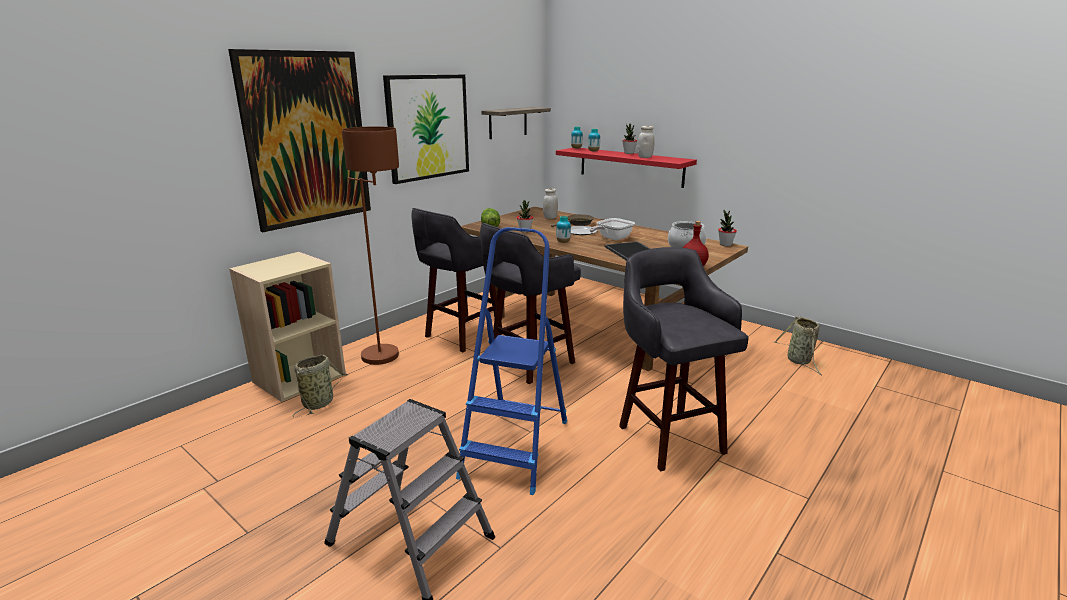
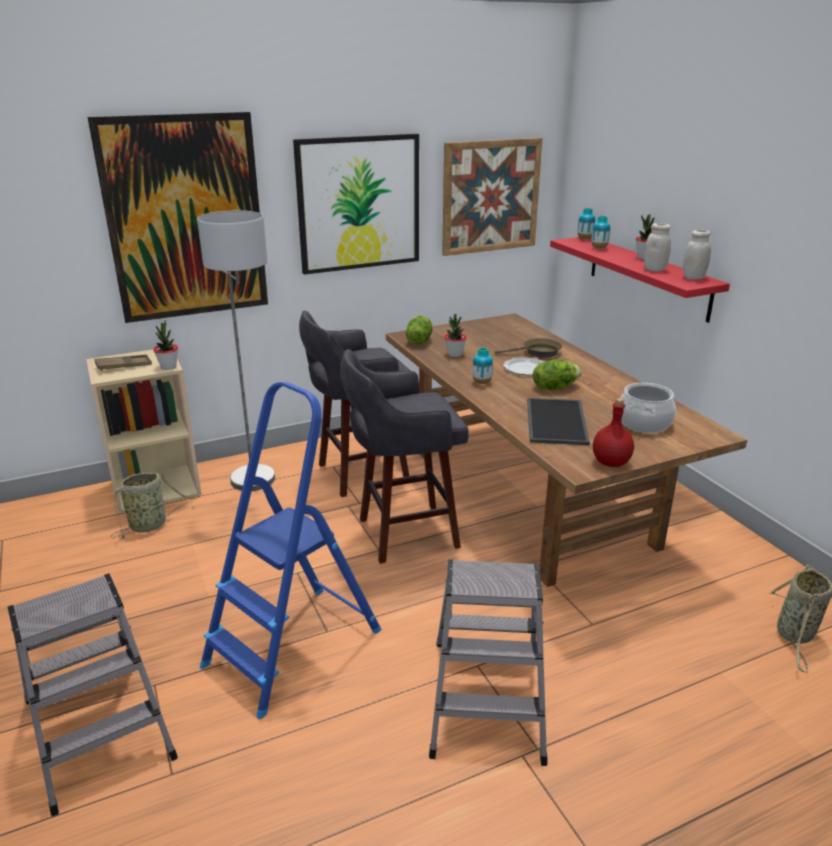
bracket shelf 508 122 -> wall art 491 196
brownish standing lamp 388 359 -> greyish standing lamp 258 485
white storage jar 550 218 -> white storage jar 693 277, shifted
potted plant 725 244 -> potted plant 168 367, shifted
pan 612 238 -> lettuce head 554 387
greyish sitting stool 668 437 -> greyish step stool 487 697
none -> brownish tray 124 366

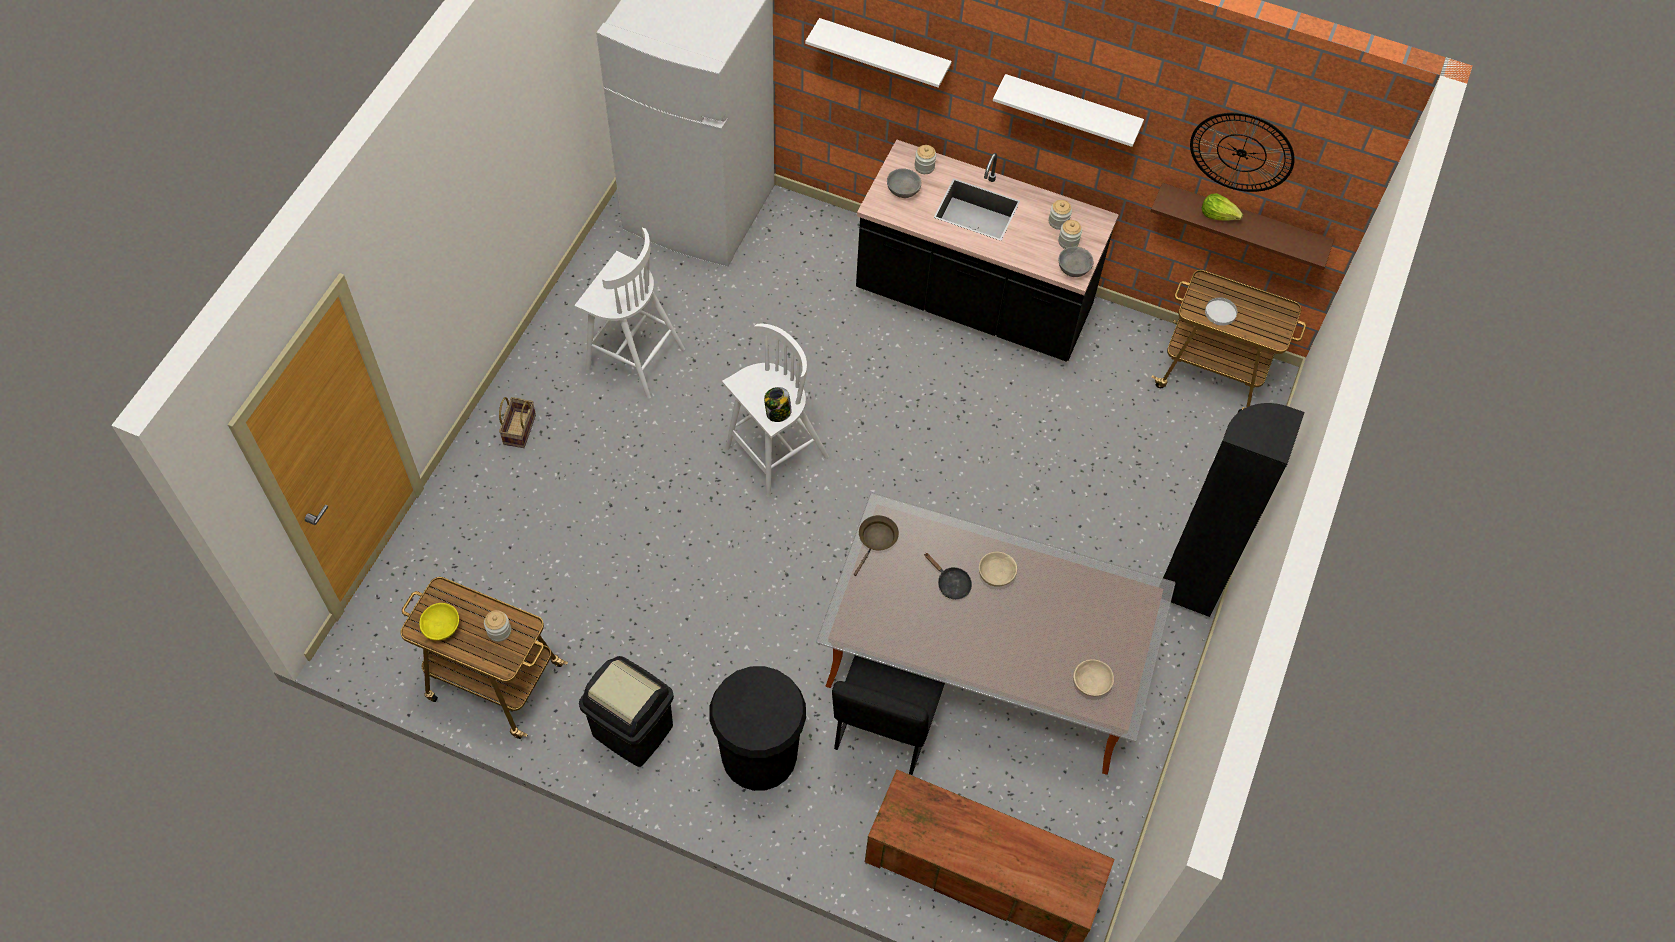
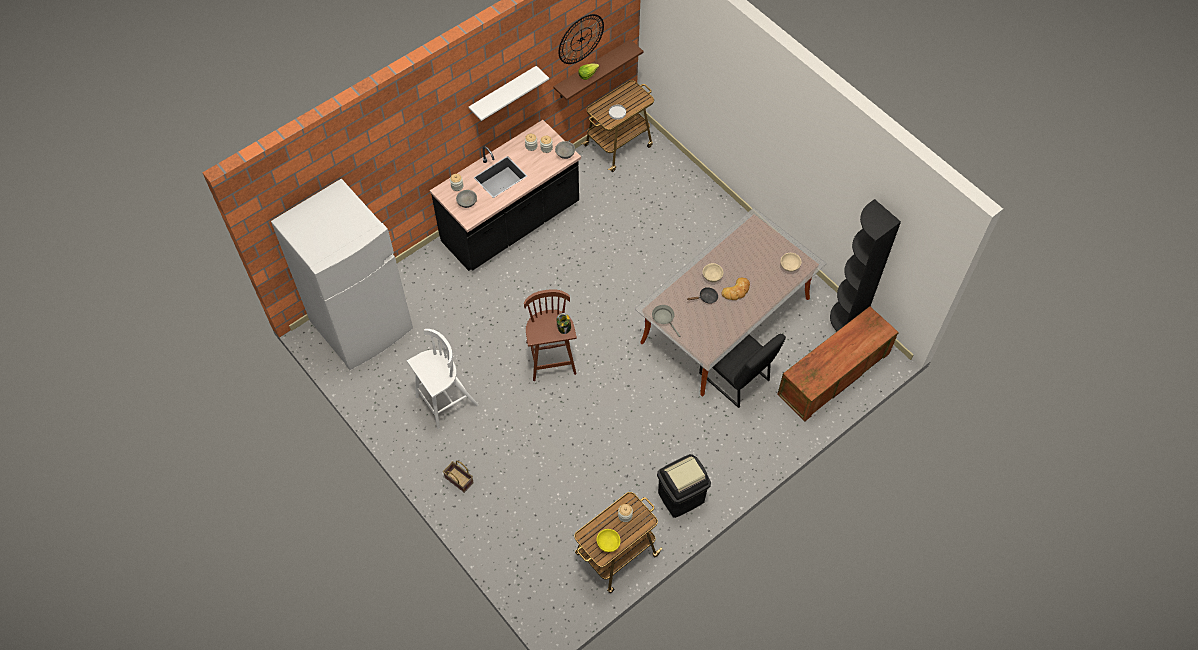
white bracket shelf 884 53 -> none
white sitting stool 774 454 -> brownish sitting stool 551 359
black-coloured shelving unit 1190 589 -> black-coloured shelving unit 843 320, shifted
brownish pan 876 540 -> greyish pan 664 318
black-coloured rubbish bin 759 754 -> none
none -> baked bread 737 291

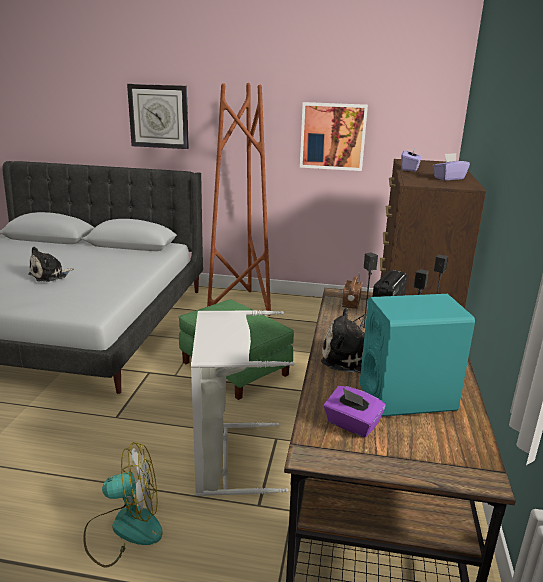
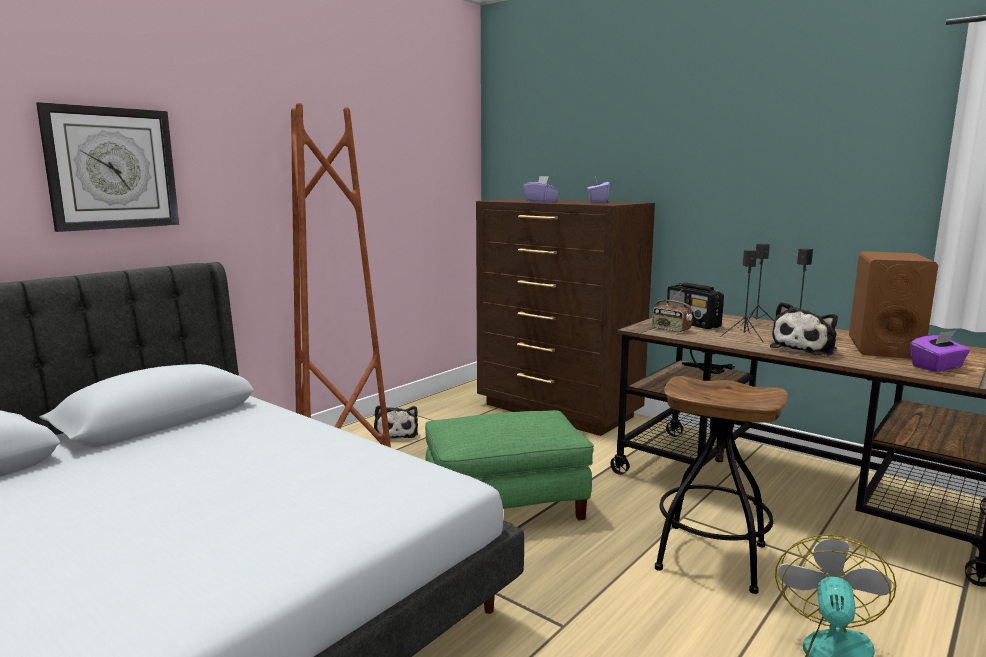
wall art 332 136 -> none
soft toy 50 275 -> soft toy 395 433, shifted
turquoise-coloured loudspeaker 407 398 -> brownish loudspeaker 883 348
greyish hamper 227 458 -> brownish sitting stool 710 556

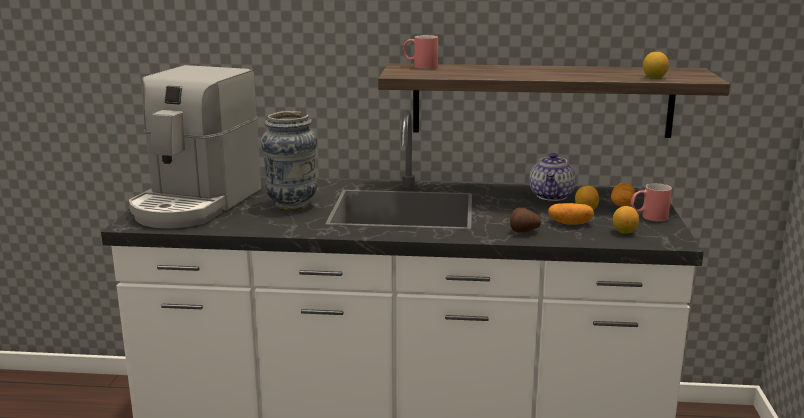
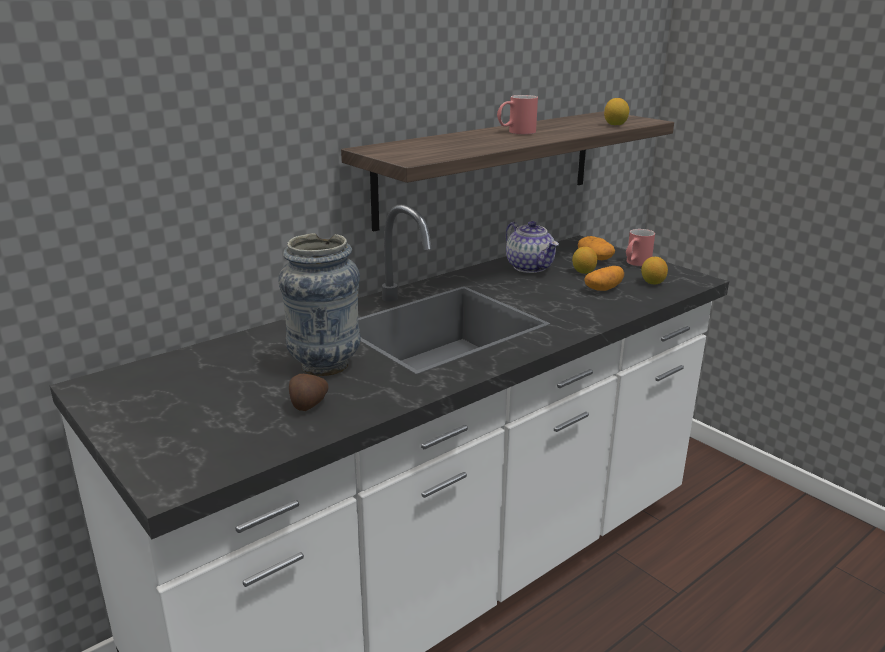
reddish mug 420 66 -> reddish mug 516 132, shifted
coffee machine 195 204 -> none
potato 523 231 -> potato 308 405, shifted

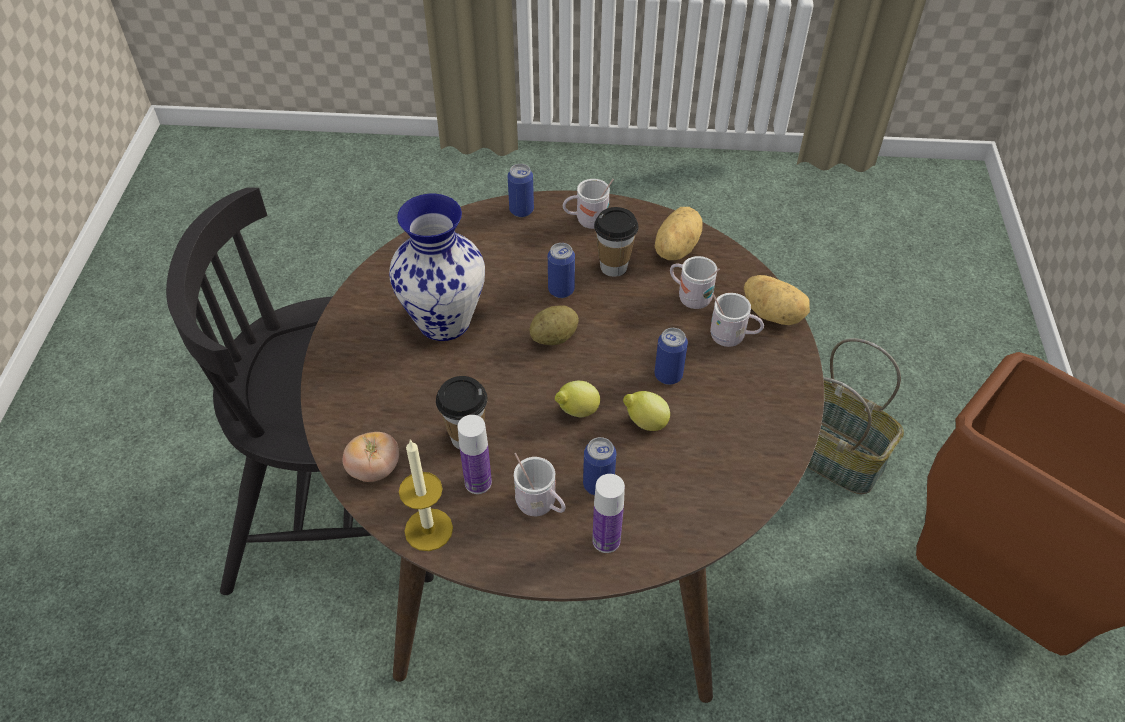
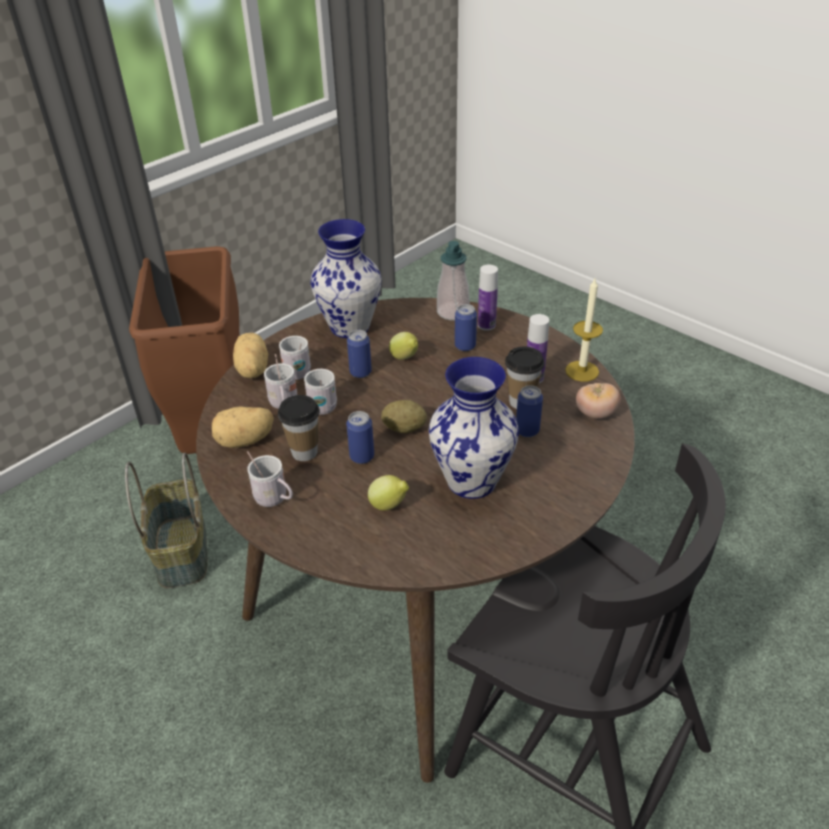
can 521 210 -> can 527 430, shifted
lemon 576 412 -> lemon 389 505, shifted
white mug 540 506 -> white mug 322 405, shifted
none -> flower vase 350 327
none -> liquid soap bottle 453 312

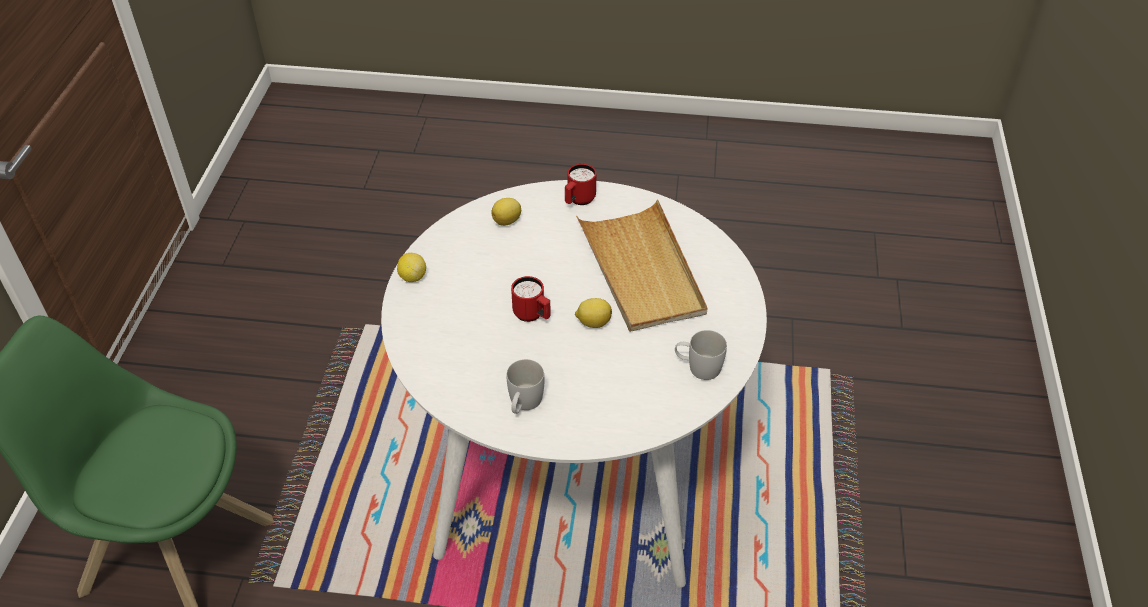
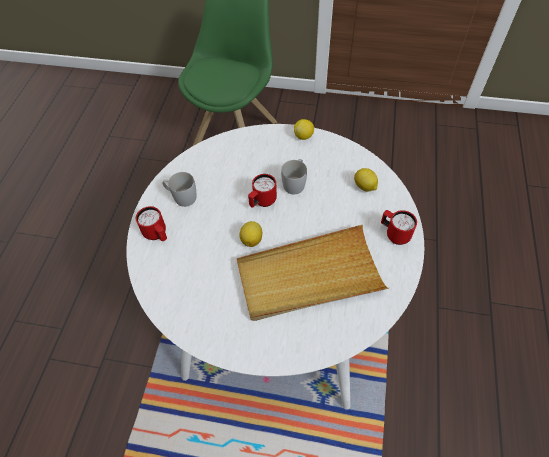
white mug 698 367 -> white mug 295 183, shifted
none -> reddish mug 157 235

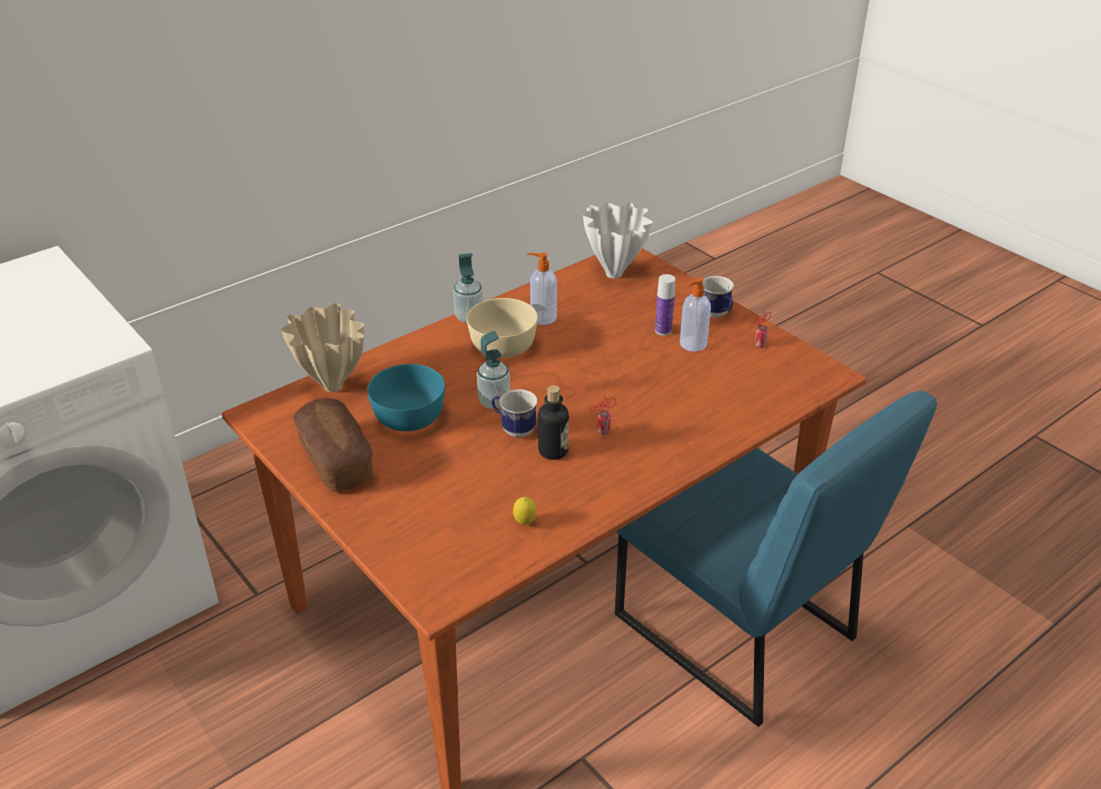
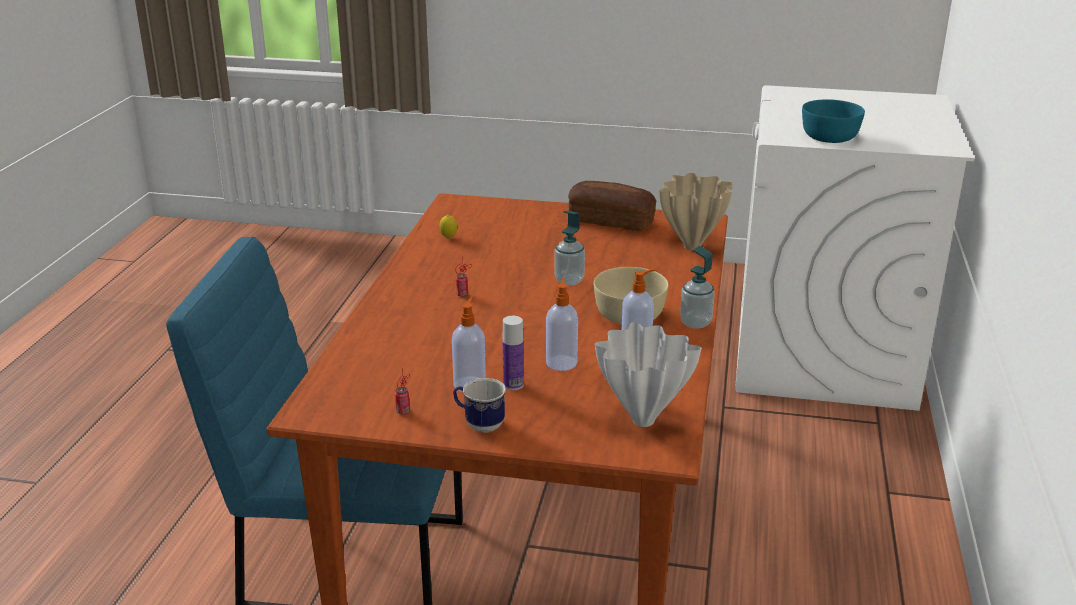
turquoise-coloured bowl 410 416 -> turquoise-coloured bowl 829 137, shifted
drink bottle 553 451 -> none
mug 514 429 -> none
none -> liquid soap bottle 561 362

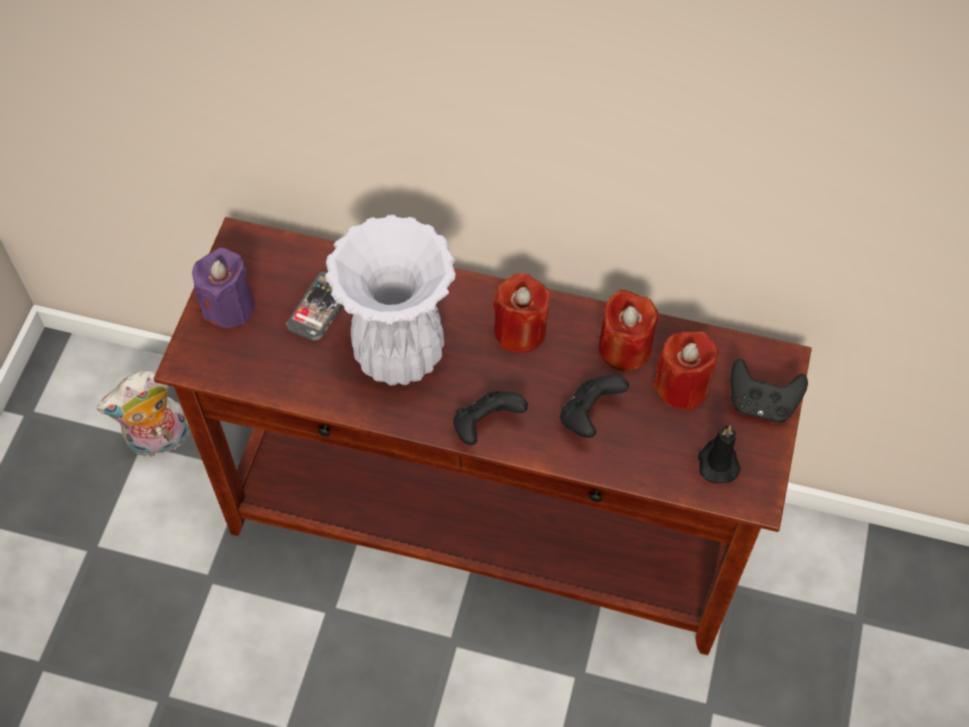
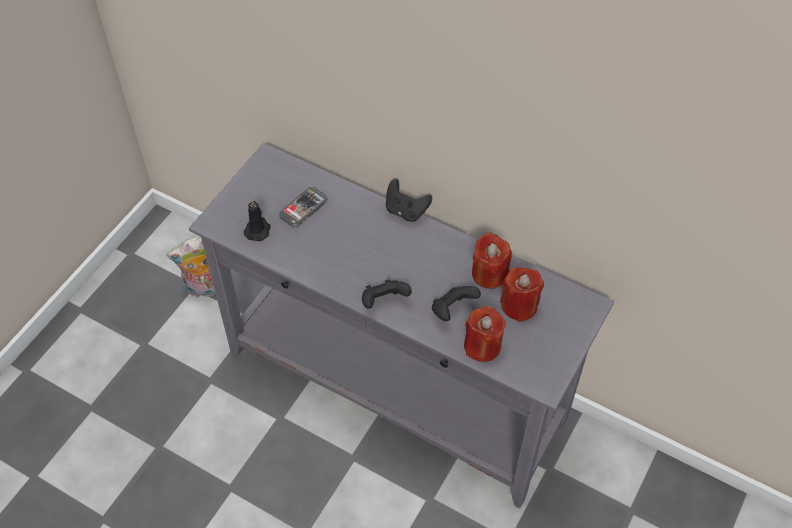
white flower vase 398 356 -> none
brownish console table 487 521 -> greyish console table 398 387
purple candle 229 306 -> none
reddish candle 520 330 -> reddish candle 482 346, shifted
black-coloured game controller 761 403 -> black-coloured game controller 406 211, shifted
black-coloured candle 717 462 -> black-coloured candle 258 229, shifted

